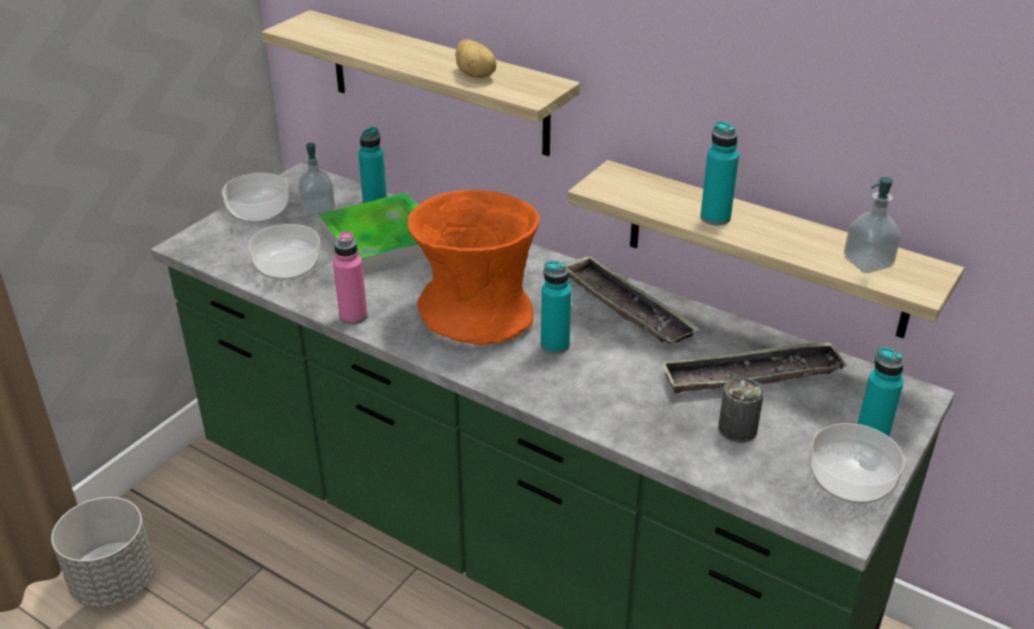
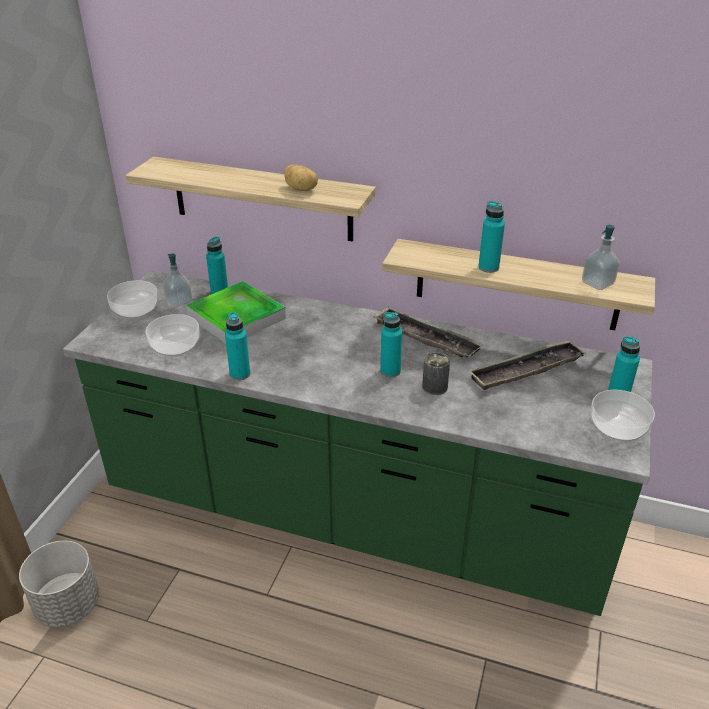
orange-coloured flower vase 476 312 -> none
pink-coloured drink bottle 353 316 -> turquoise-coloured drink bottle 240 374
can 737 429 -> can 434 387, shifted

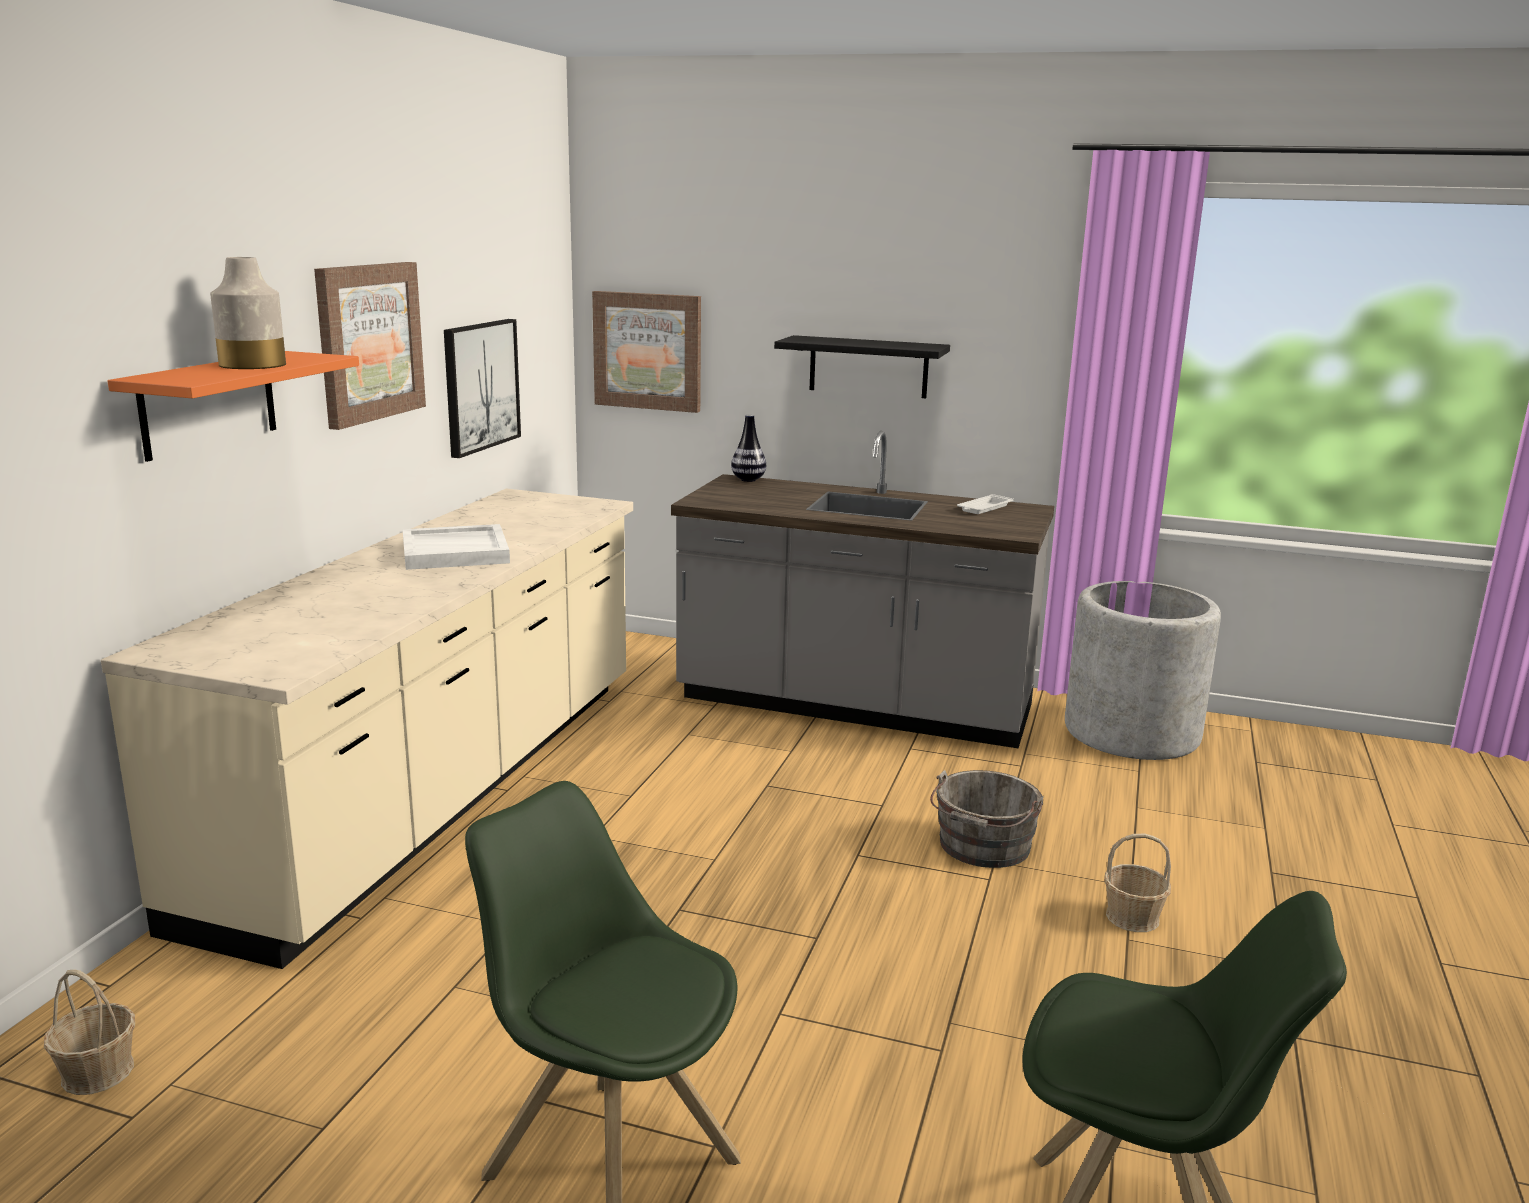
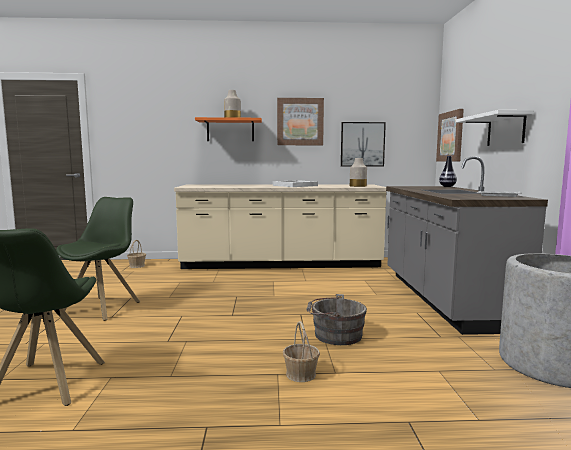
black-coloured bracket shelf 868 367 -> white bracket shelf 505 129
none -> sand-coloured flower vase 358 186

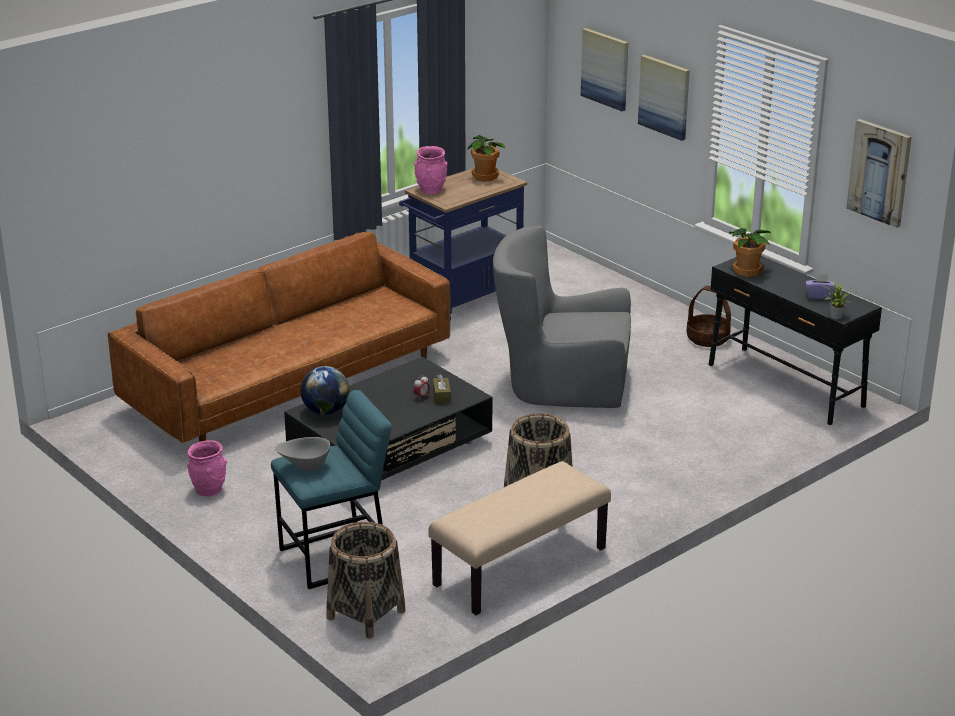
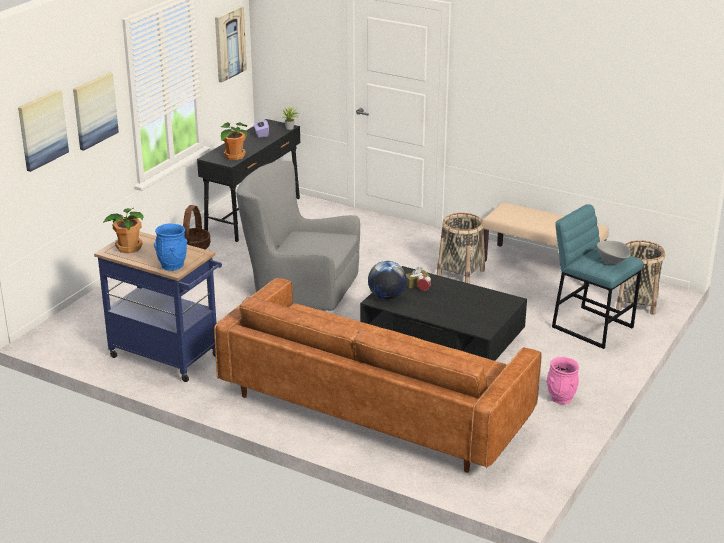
pink-coloured flower vase 430 190 -> blue-coloured flower vase 172 266
greyish armchair 562 385 -> greyish armchair 300 289, 120 degrees clockwise
world globe 325 411 -> world globe 387 297, shifted

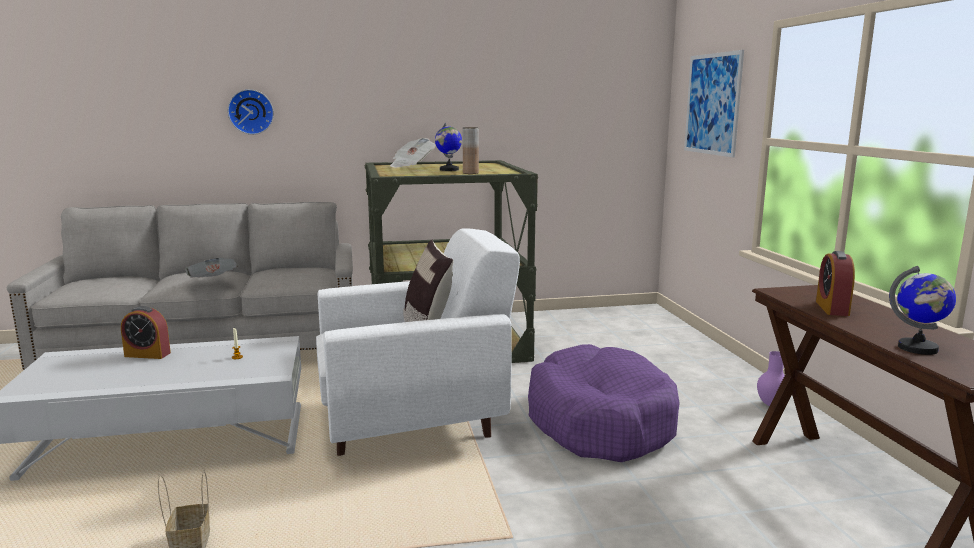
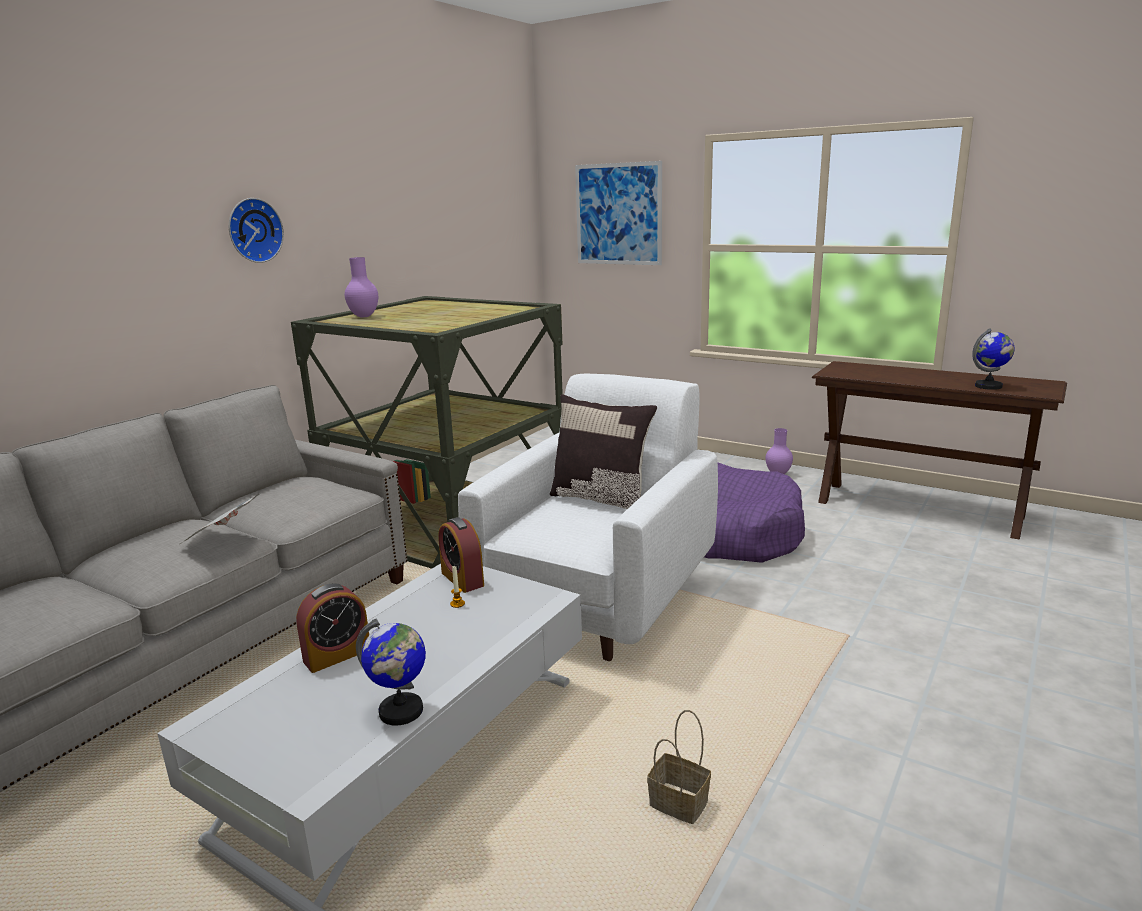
hanging clock 251 112 -> hanging clock 253 230, shifted
world globe 449 170 -> world globe 401 711, shifted
brownish flower vase 470 173 -> none
printed paper 411 165 -> purple flower vase 364 316
alarm clock 832 308 -> alarm clock 462 579, shifted

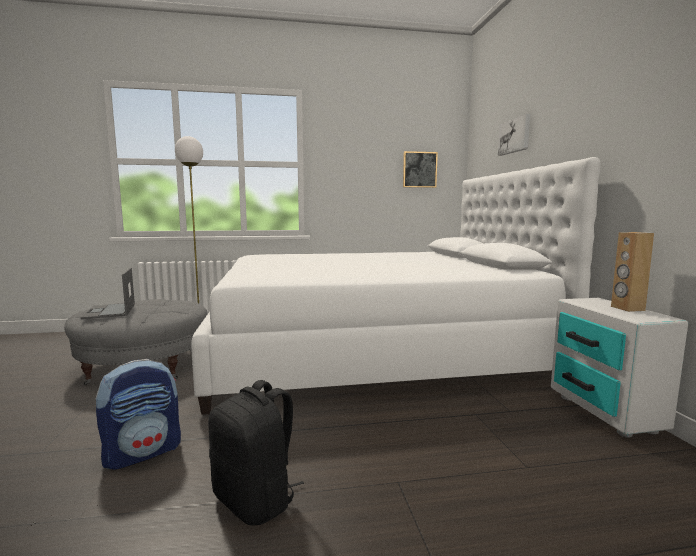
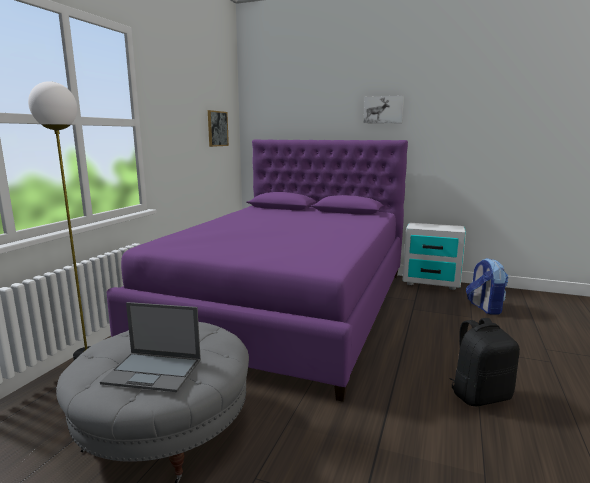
wall art 515 136 -> wall art 383 109, shifted
white bedroom bed 374 353 -> purple bedroom bed 287 306
brownish loudspeaker 627 308 -> none
knapsack 143 452 -> knapsack 484 307, shifted

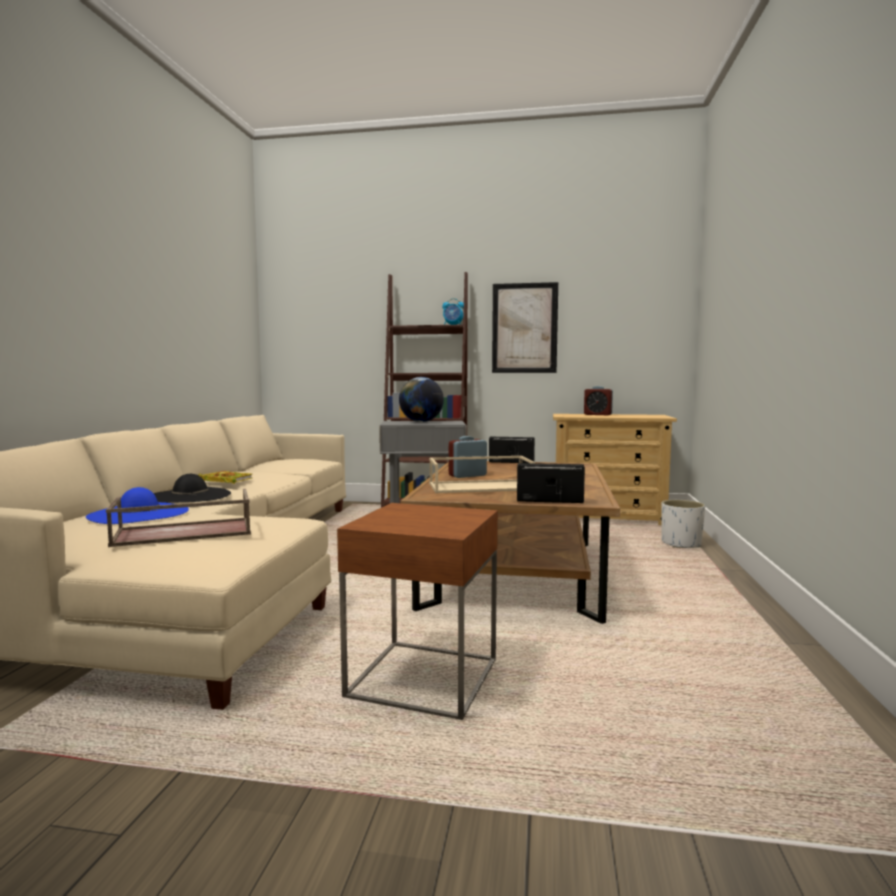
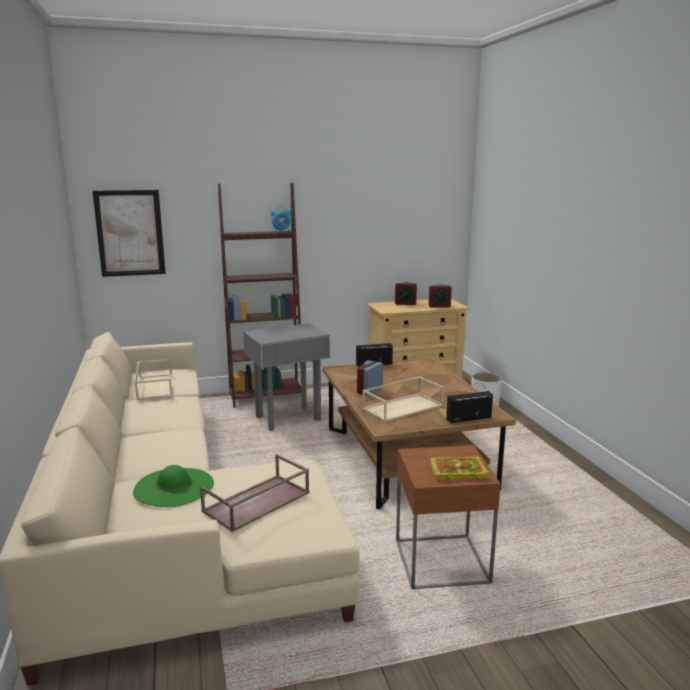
wall art 524 328 -> wall art 130 233, shifted
world globe 421 422 -> none
volume 224 480 -> volume 456 472, shifted
black-coloured hat 190 496 -> none
blue-coloured hat 138 513 -> greenish hat 174 487
none -> alarm clock 439 306
none -> sand-coloured tray 154 386

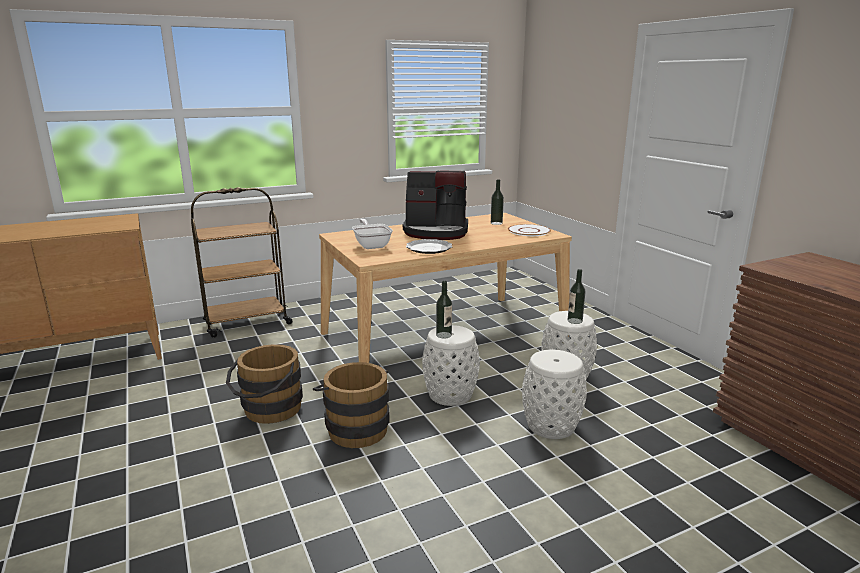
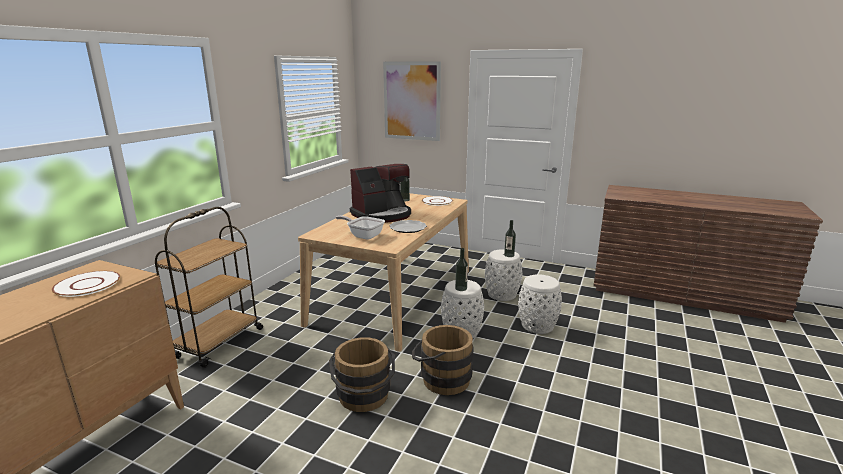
none -> wall art 412 101
none -> white plate 87 284

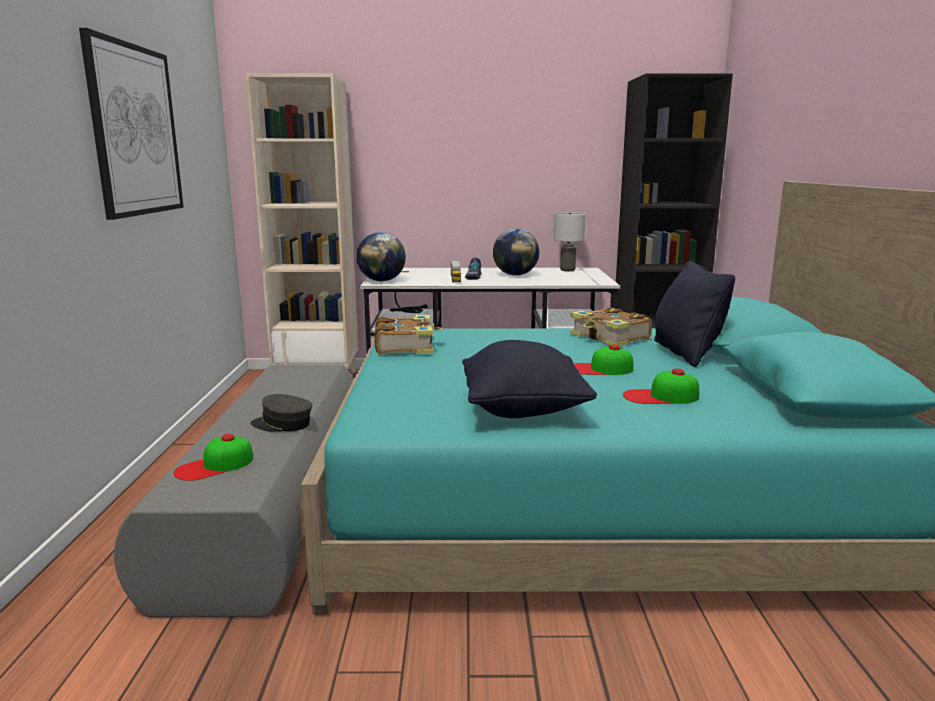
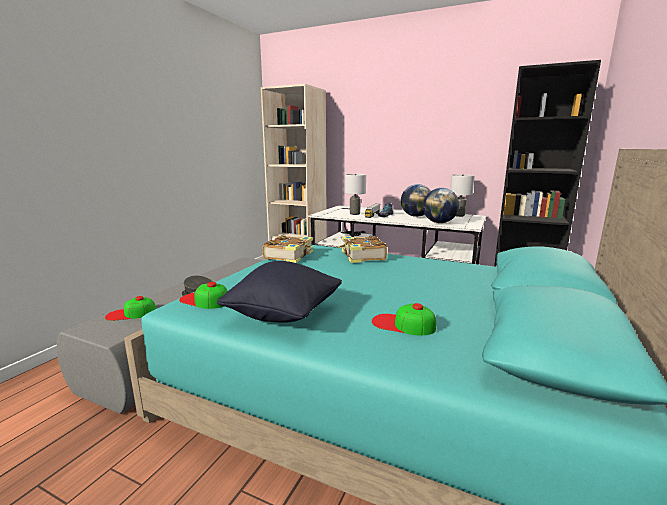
wall art 135 130 -> none
world globe 381 281 -> world globe 439 222, shifted
black-coloured cushion 686 353 -> none
volume 610 338 -> volume 362 256, shifted
baseball cap 599 369 -> baseball cap 204 300, shifted
none -> white lamp for a table 354 214

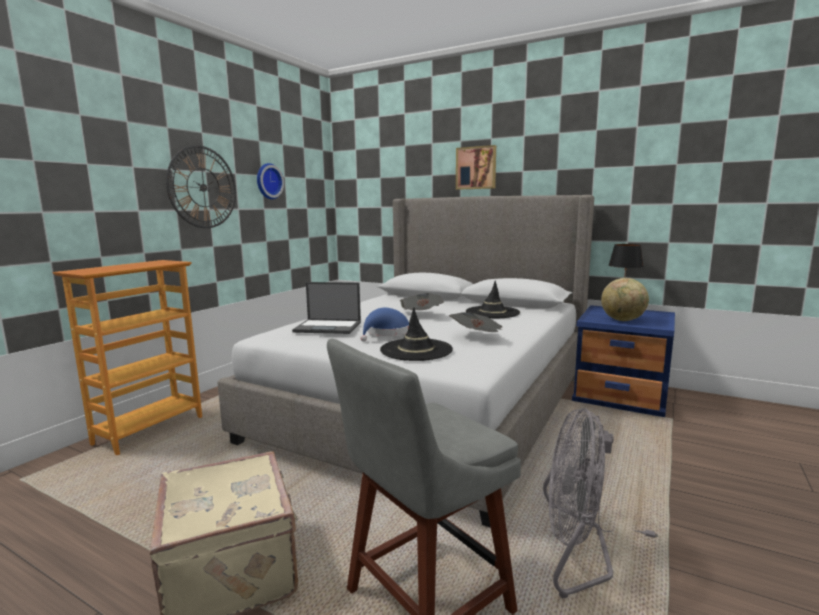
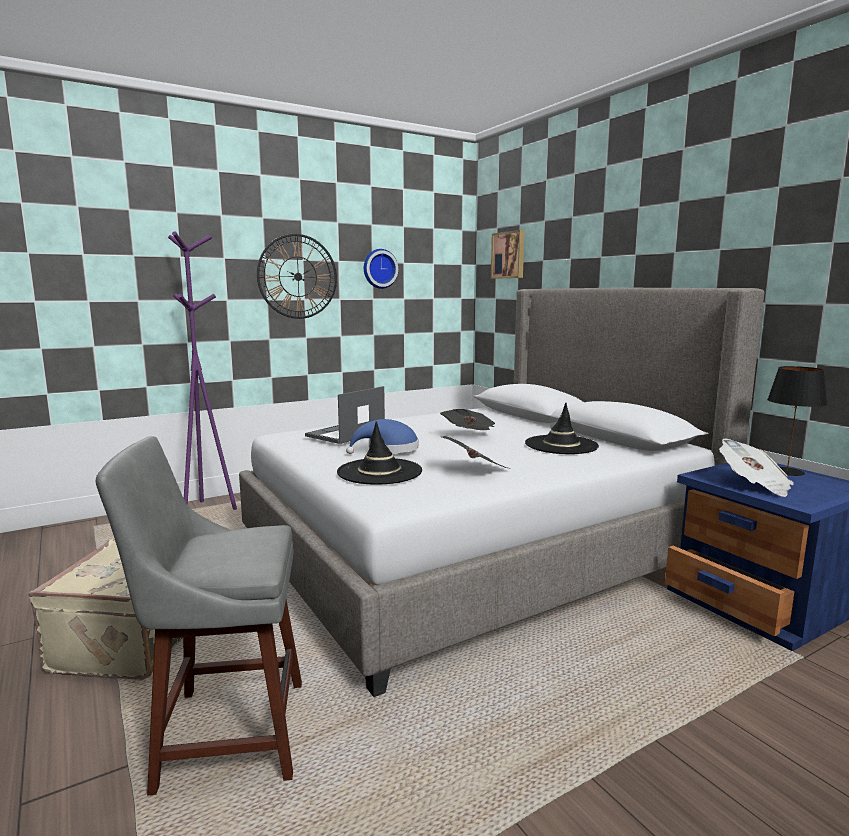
wall art 476 168 -> wall art 509 255, shifted
shelving unit 149 430 -> purple garment rack 208 509
world globe 623 320 -> printed paper 754 485
laptop 329 327 -> laptop 345 434, 90 degrees clockwise
greyish electric fan 583 546 -> none

